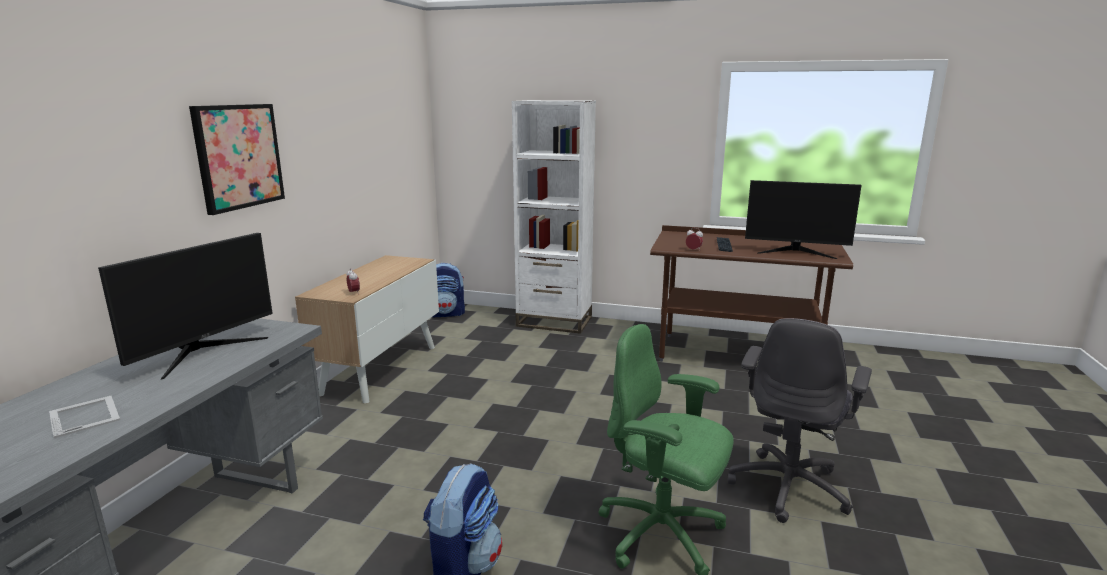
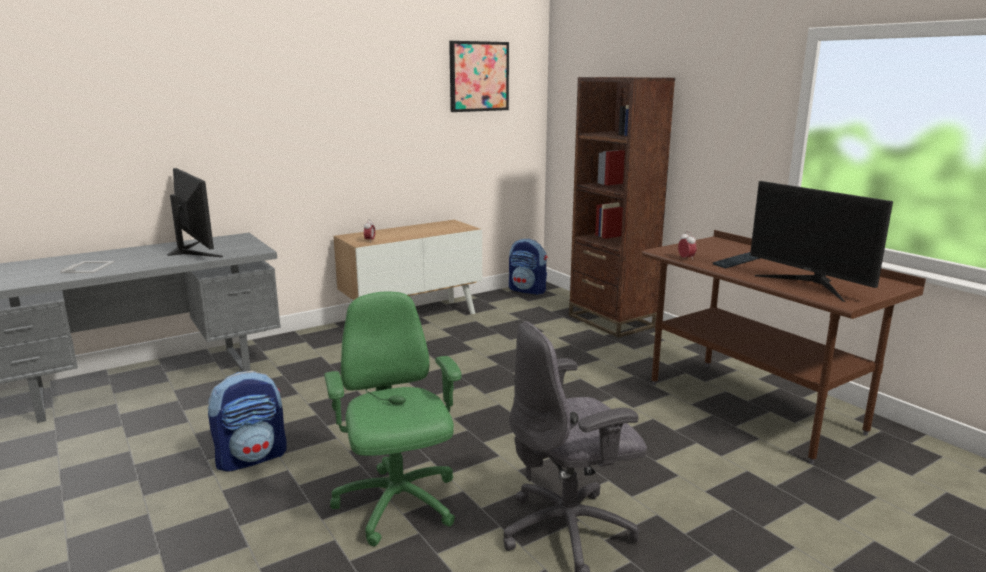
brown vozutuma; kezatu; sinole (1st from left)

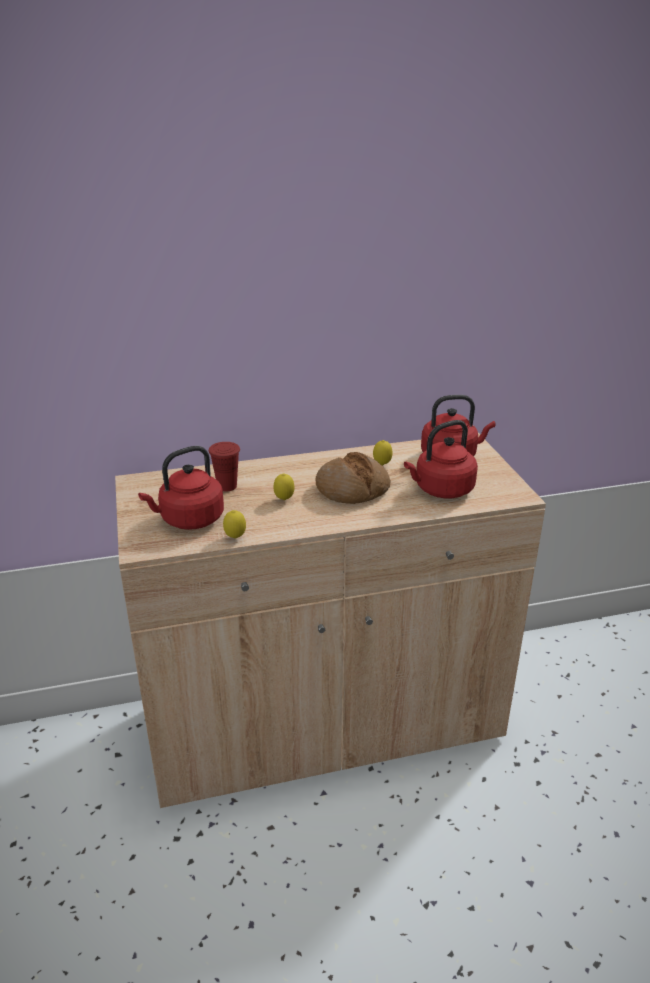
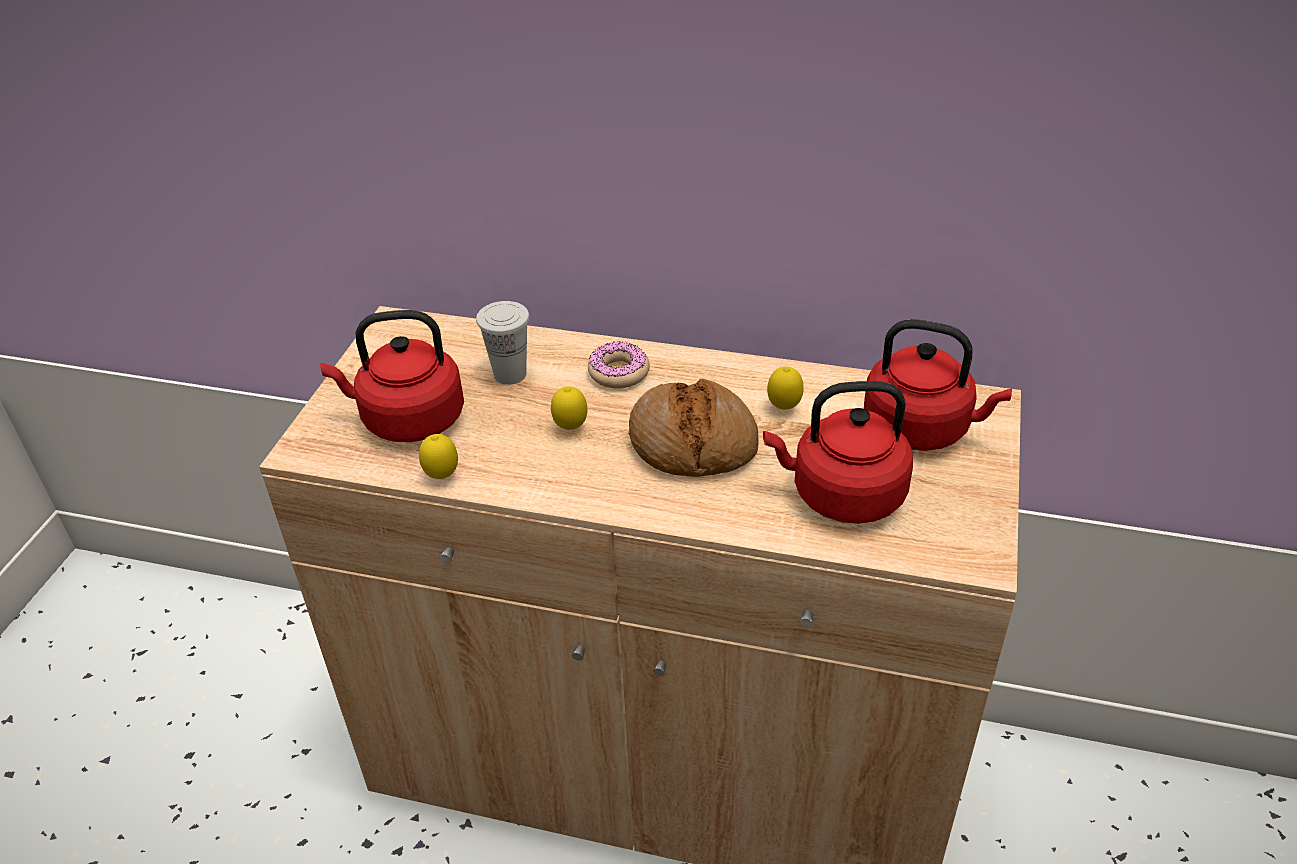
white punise; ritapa

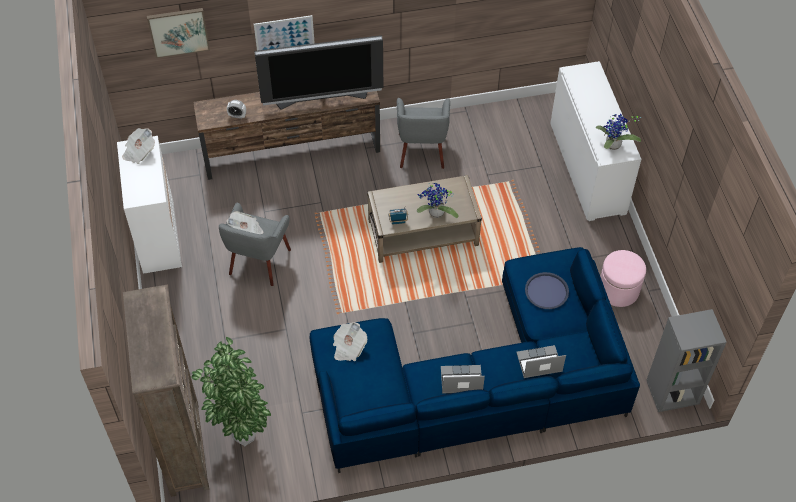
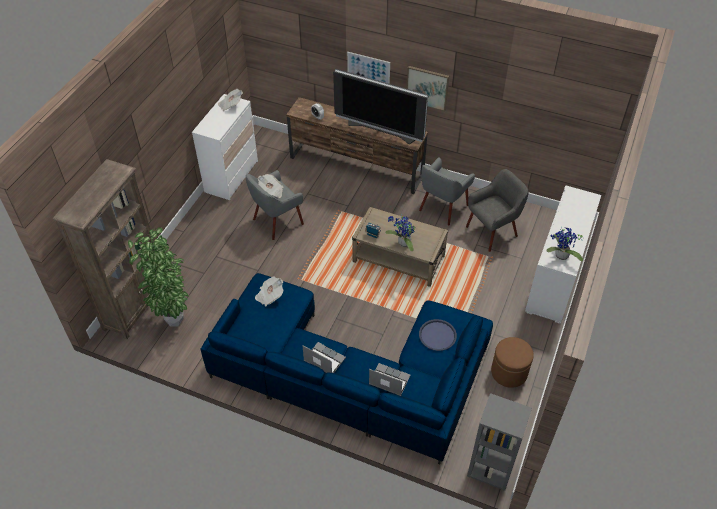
kezatu (2nd from left); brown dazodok; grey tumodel (3rd from left)

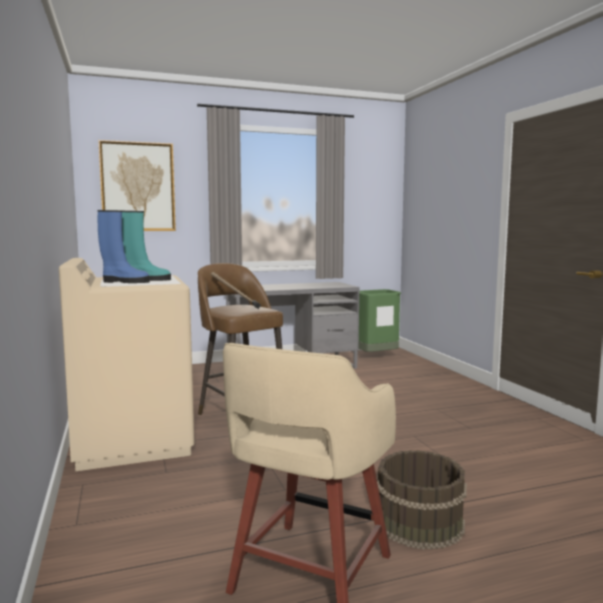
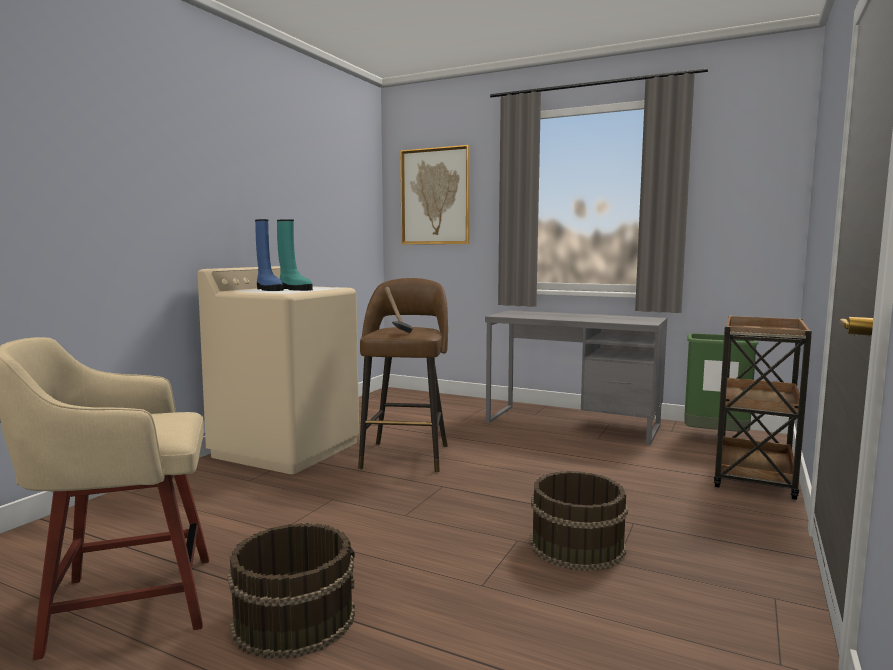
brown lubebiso; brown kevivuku (2nd from left)

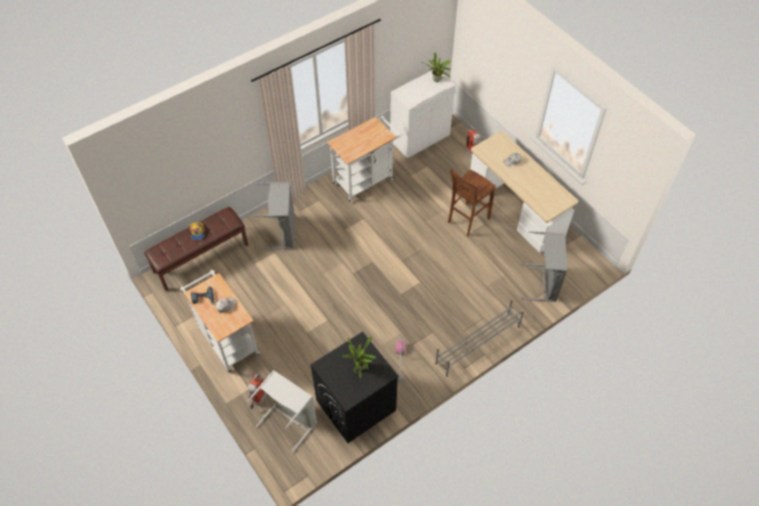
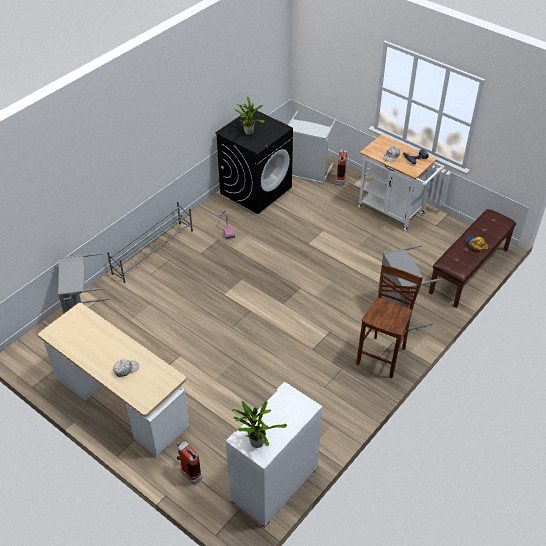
white lubebiso (2nd from left in the first image); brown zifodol

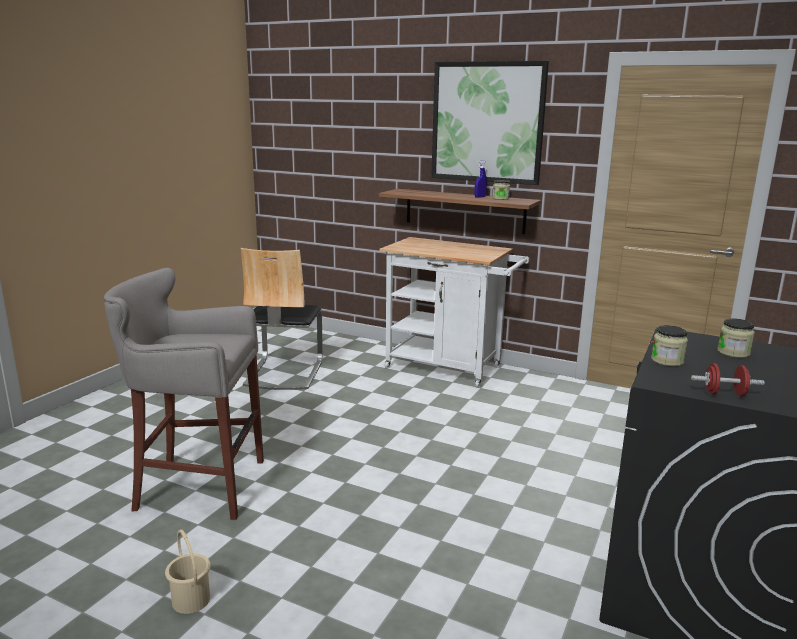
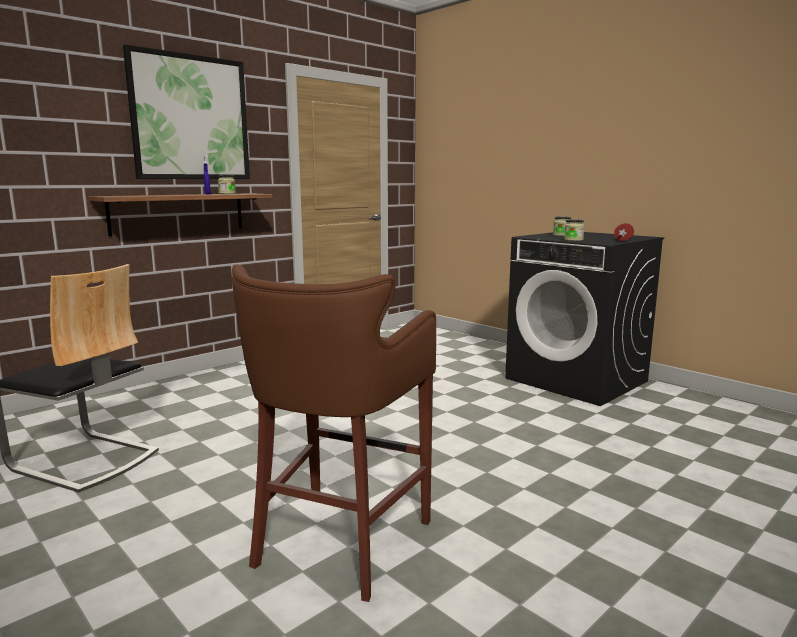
white lubebiso; brown zifodol; beige kevivuku

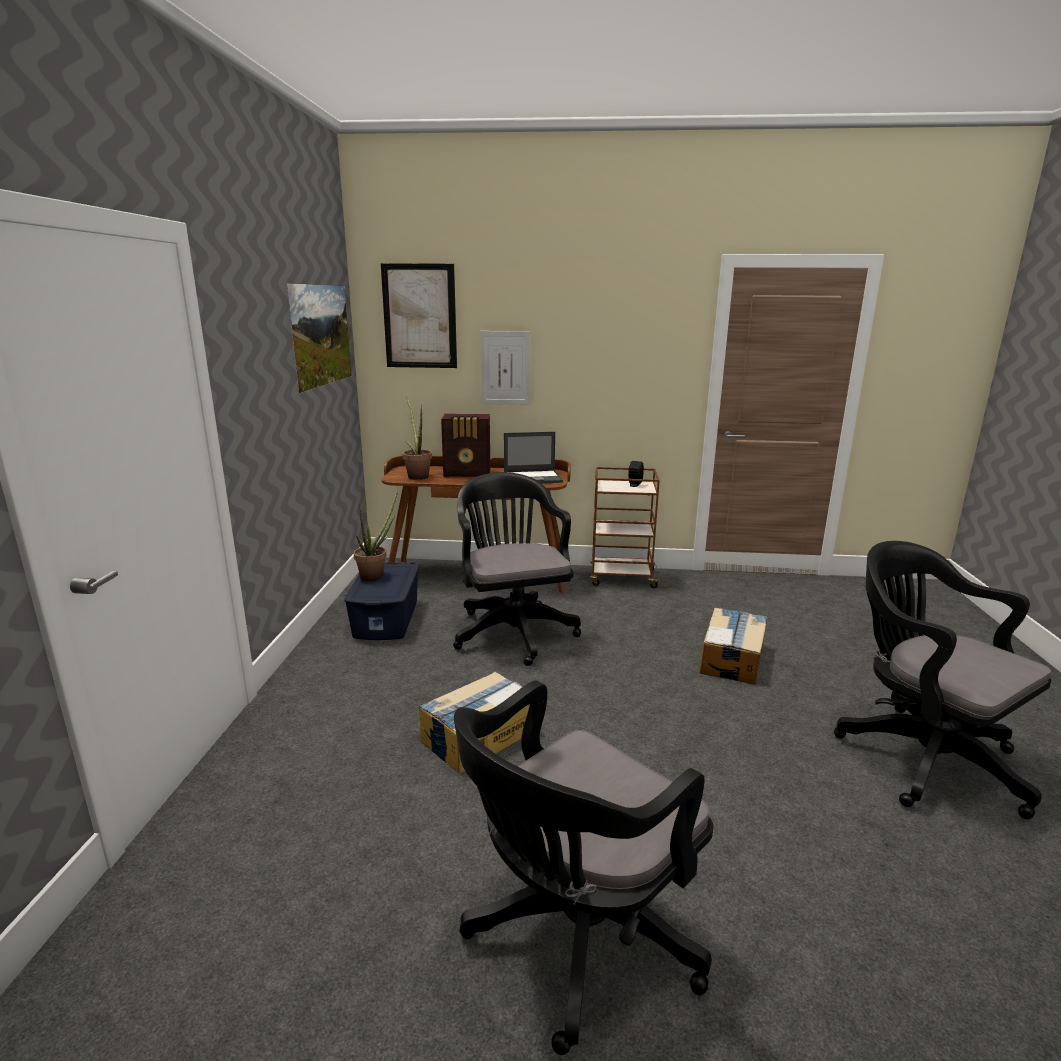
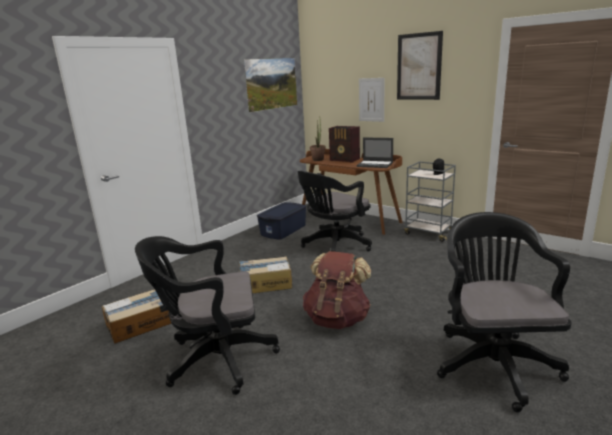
kezatu (3rd from left); grey lubebiso; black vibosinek (2nd from left); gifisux (1st from left in the first image); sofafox (1st from left); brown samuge

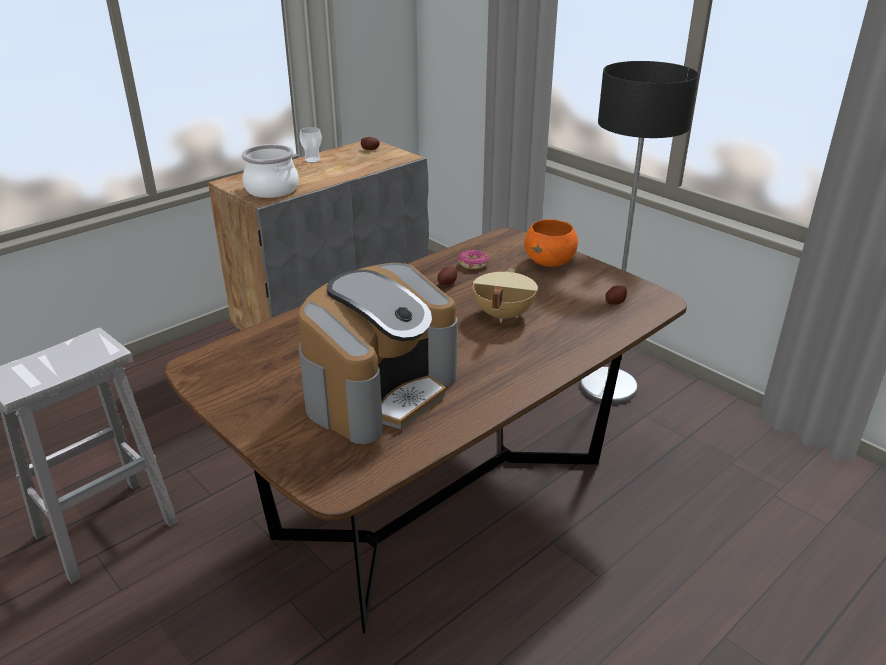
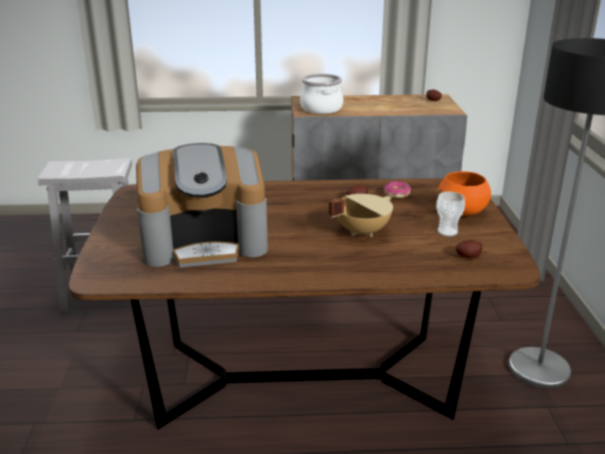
punise

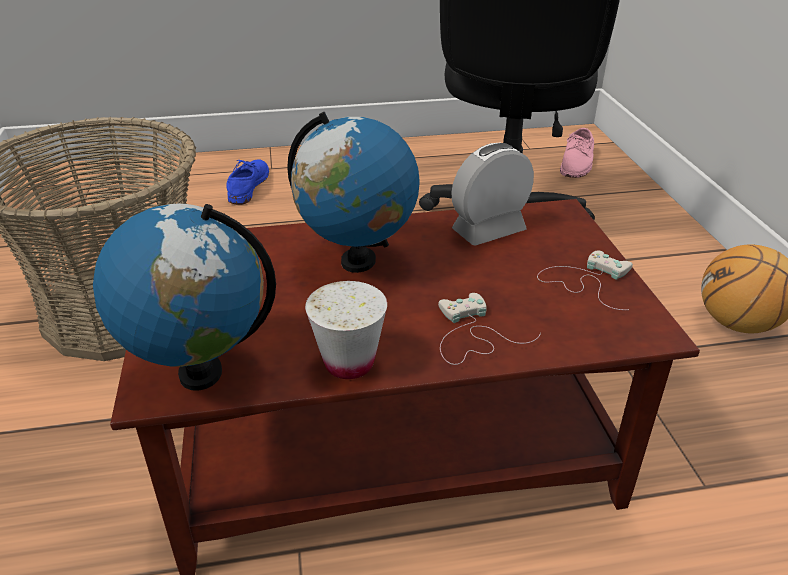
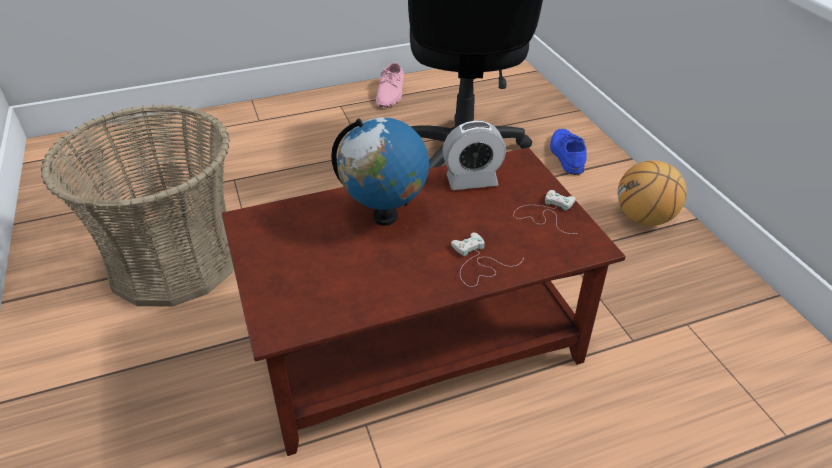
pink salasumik; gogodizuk; blue salasumik; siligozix (1st from left in the first image); white punise

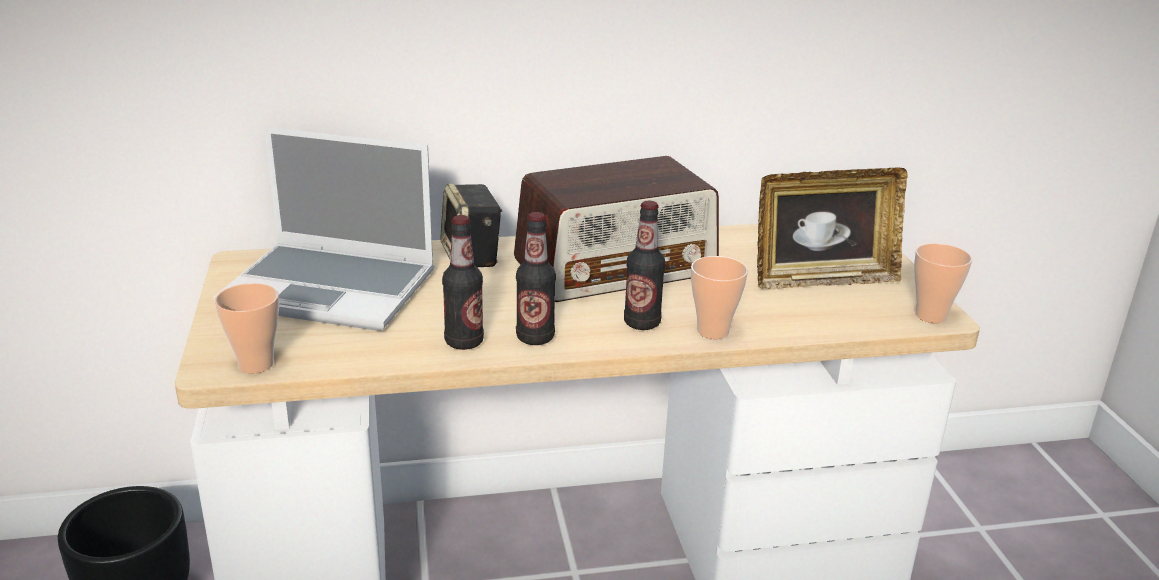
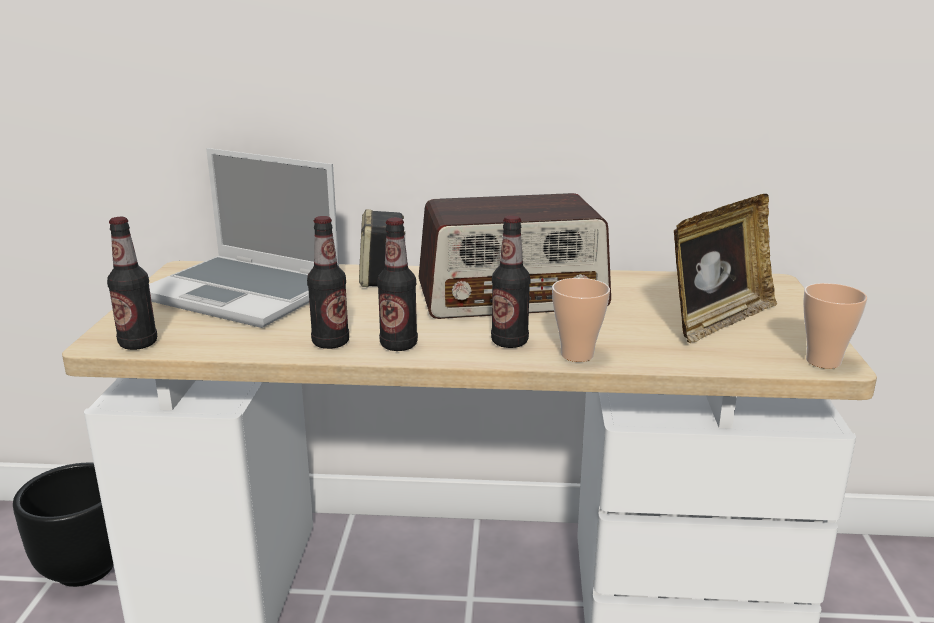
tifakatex; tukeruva (1st from left)

